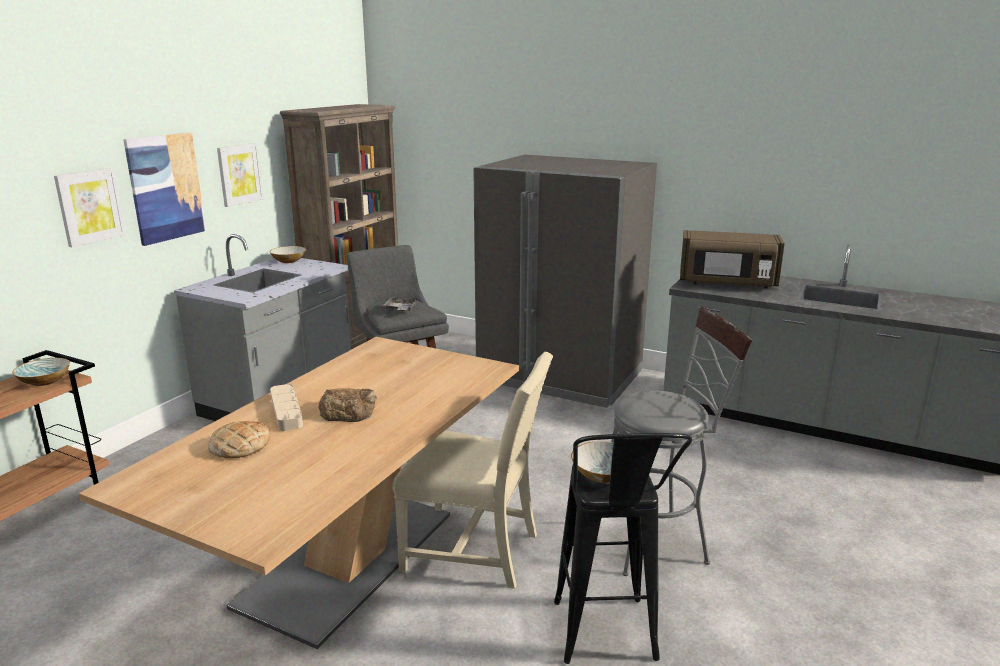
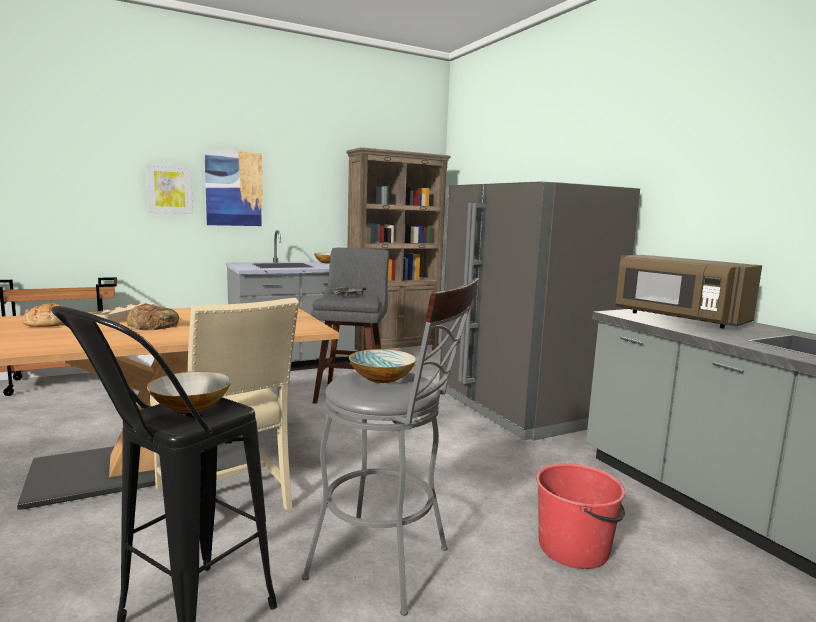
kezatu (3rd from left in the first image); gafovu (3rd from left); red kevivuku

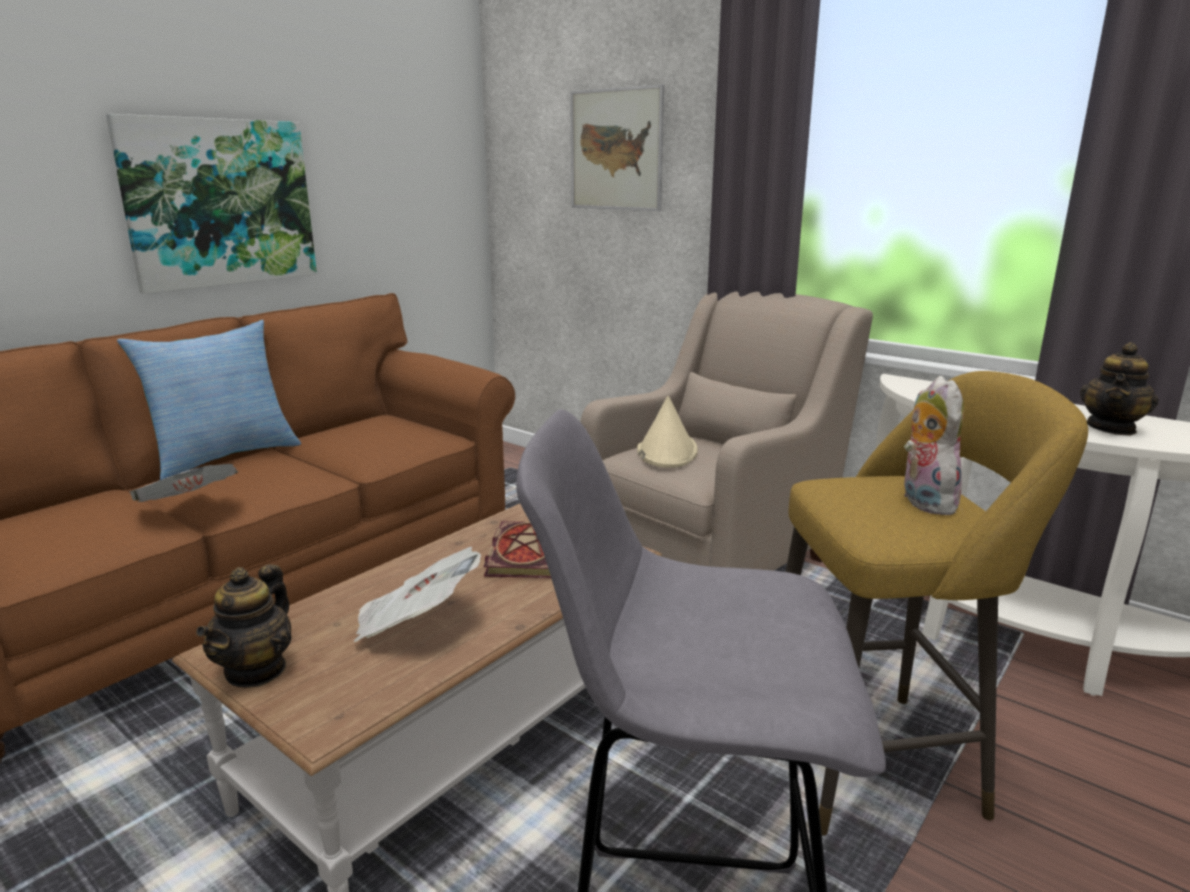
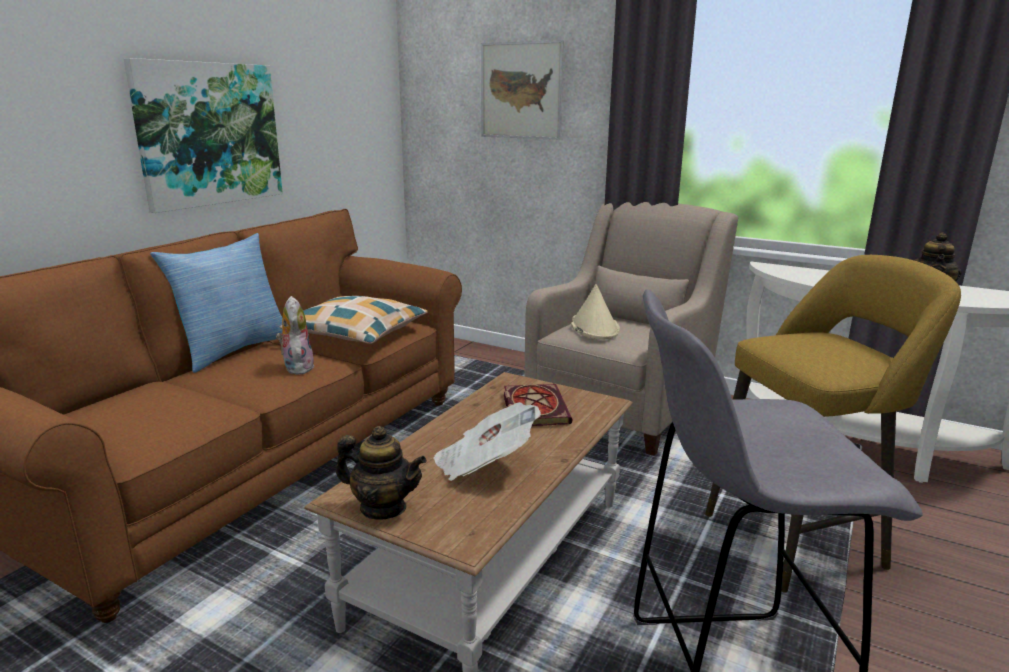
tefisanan; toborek (1st from left in the first image); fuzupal (1st from left); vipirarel (2nd from left)

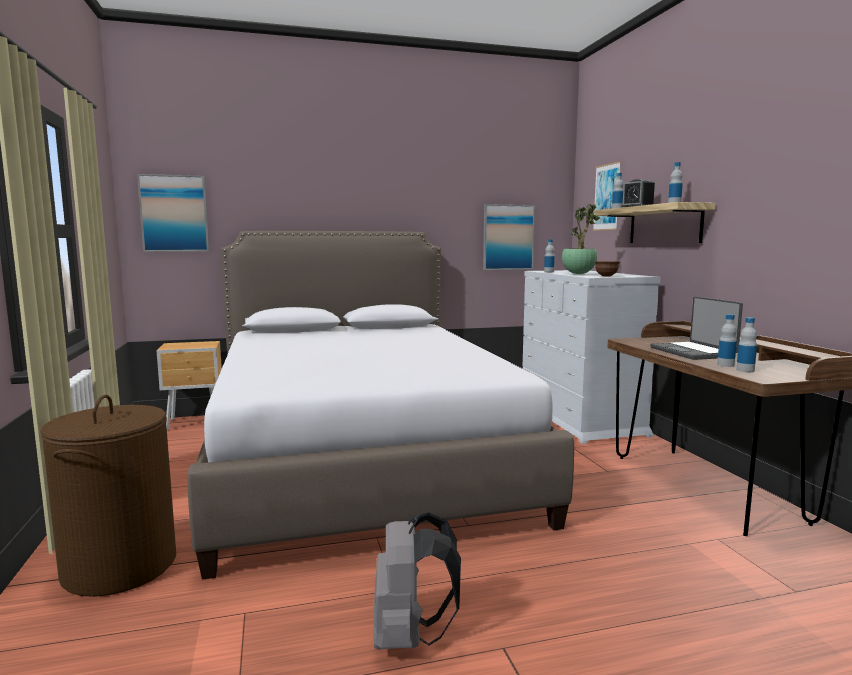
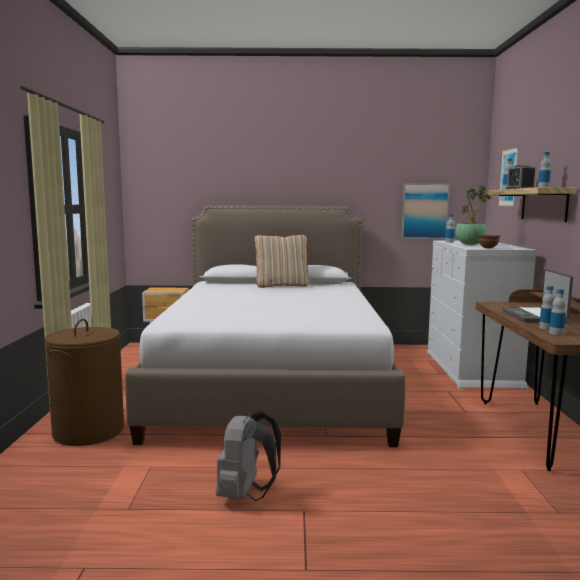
kezatu (1st from left in the first image); beige vipirarel

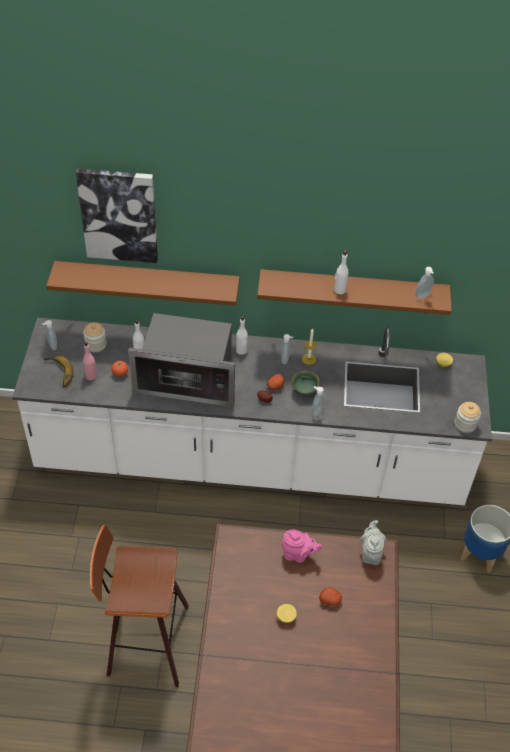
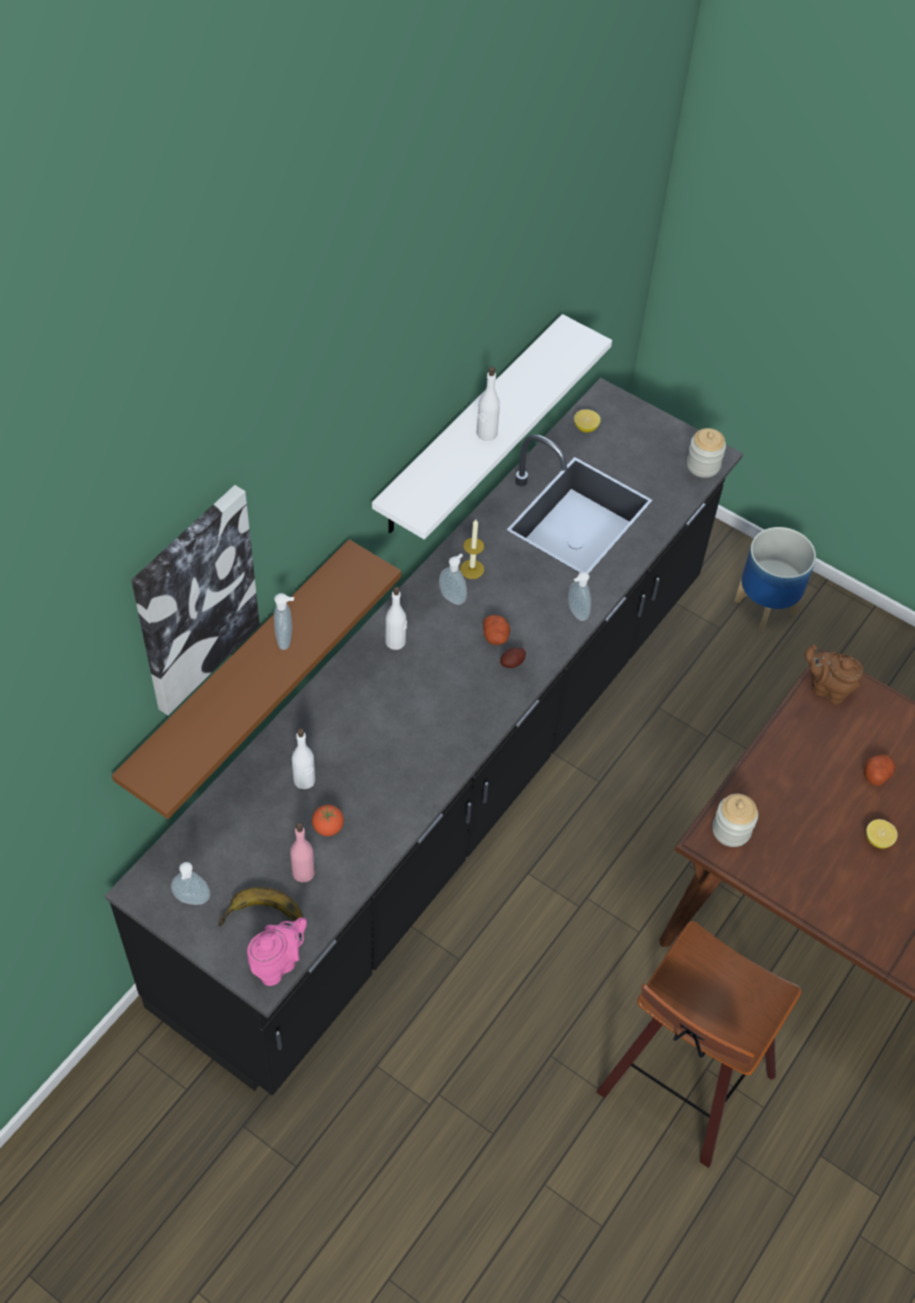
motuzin (2nd from left); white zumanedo; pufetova; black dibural; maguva (2nd from left); green gafovu; brown fuzupal; pink fuzupal

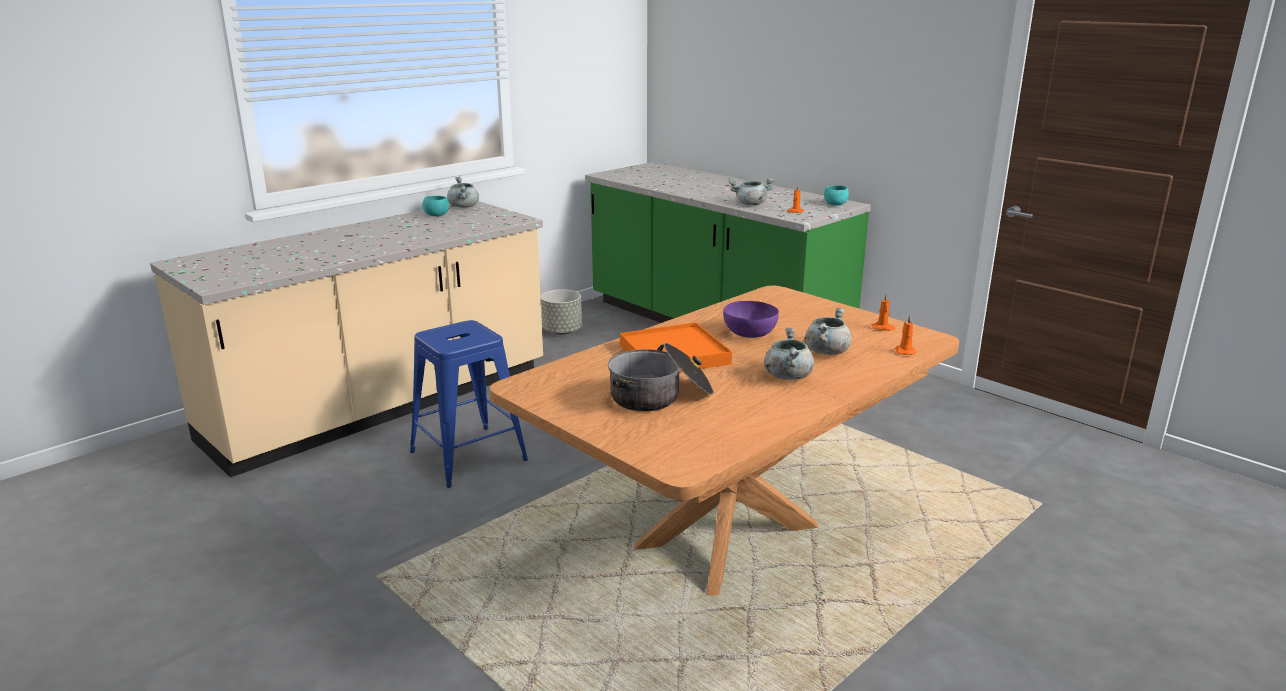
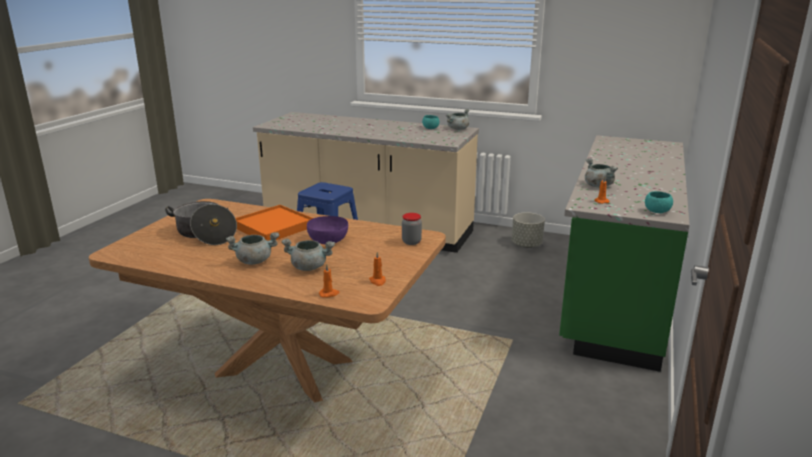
maguva

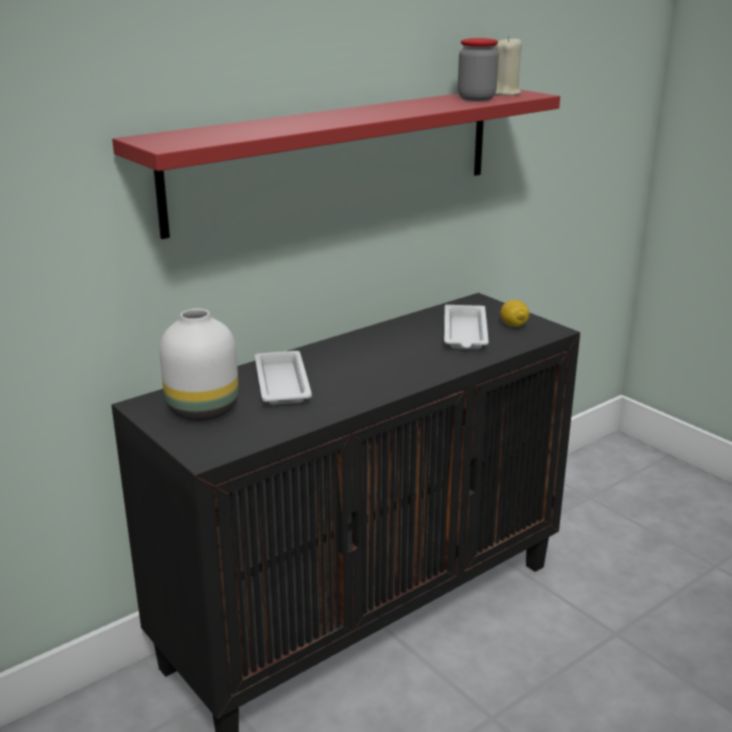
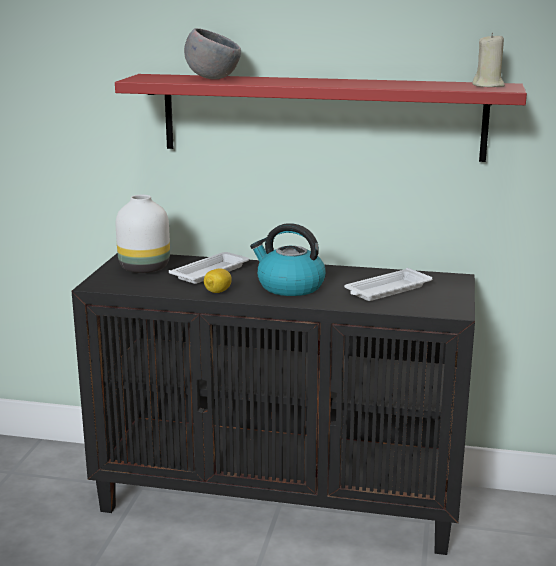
maguva; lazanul; grey gafovu; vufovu

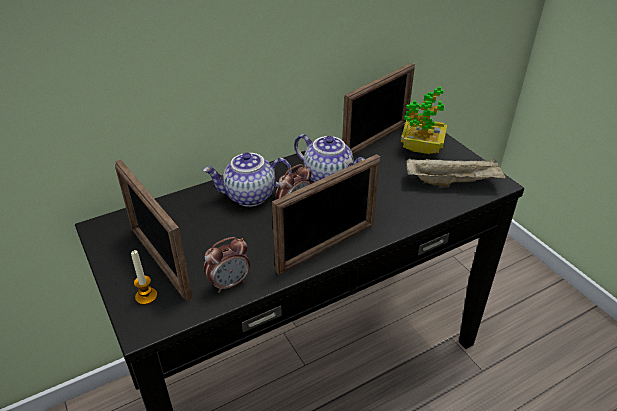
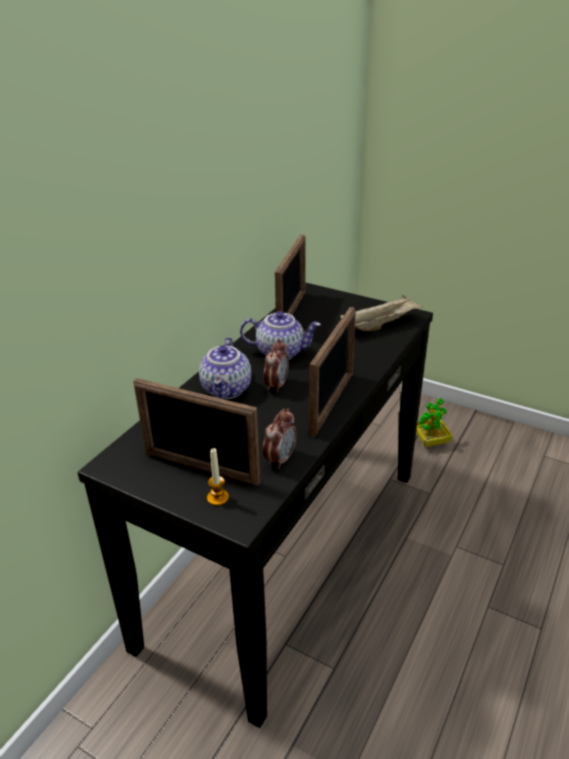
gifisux; fuzupal (1st from left)

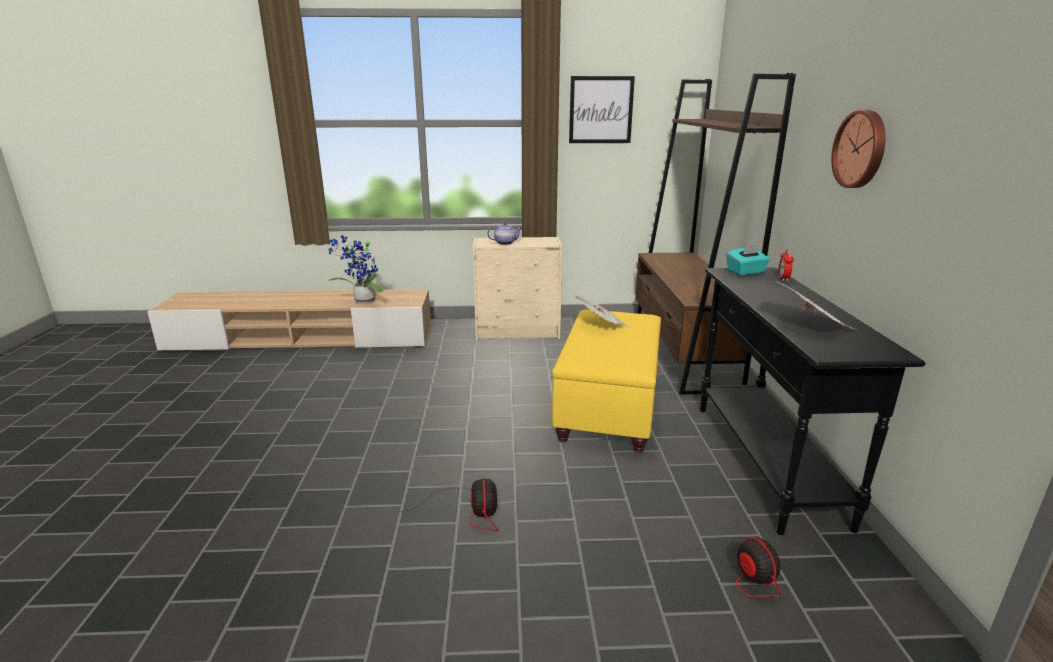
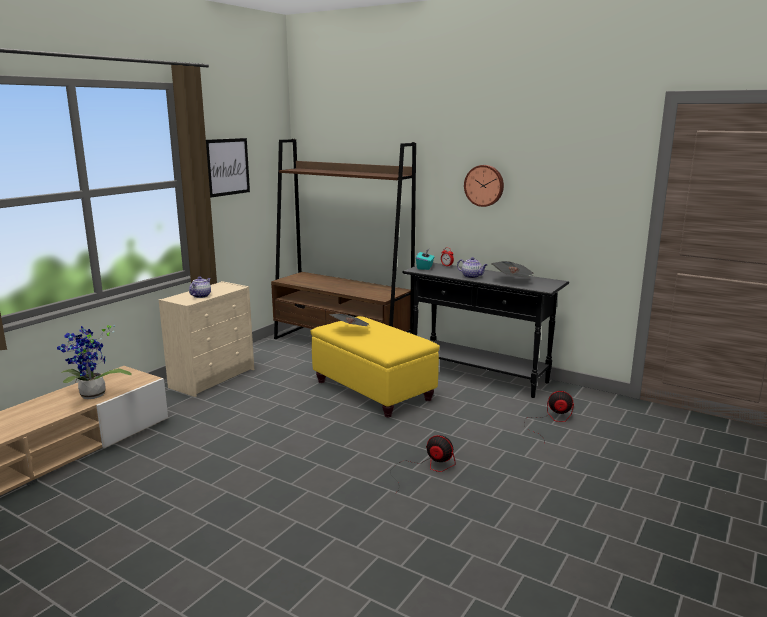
fuzupal (2nd from left)

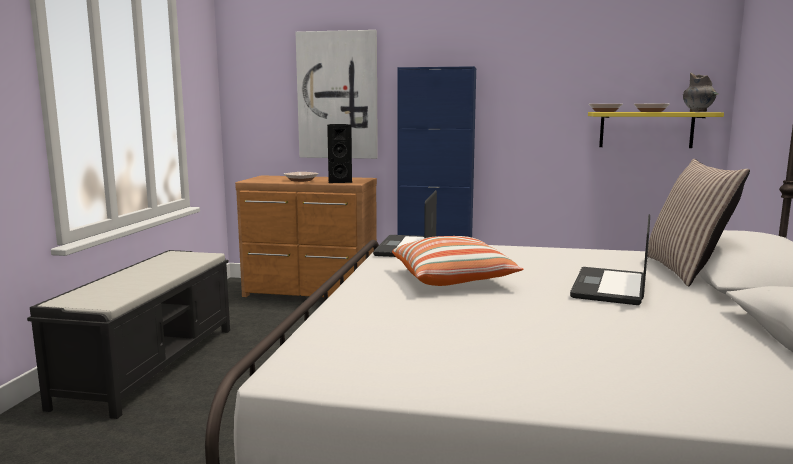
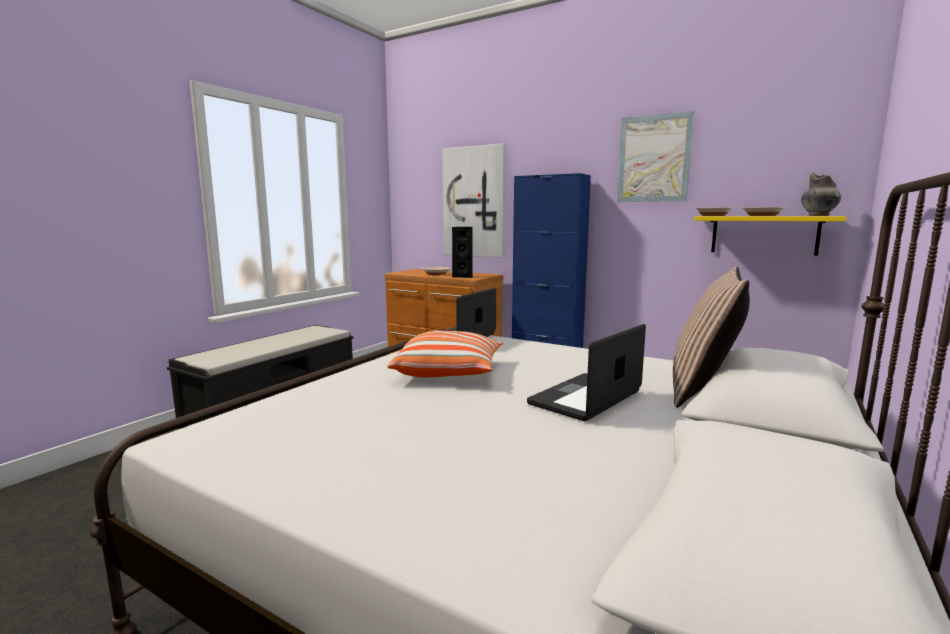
kezatu (2nd from left)

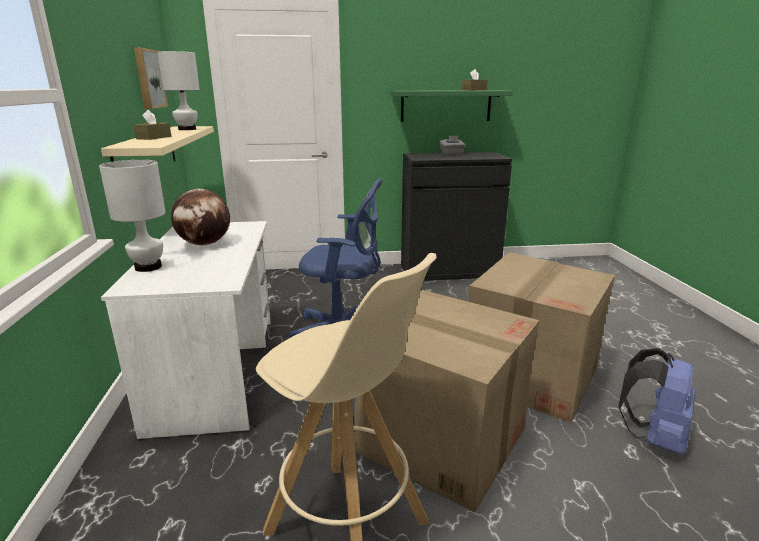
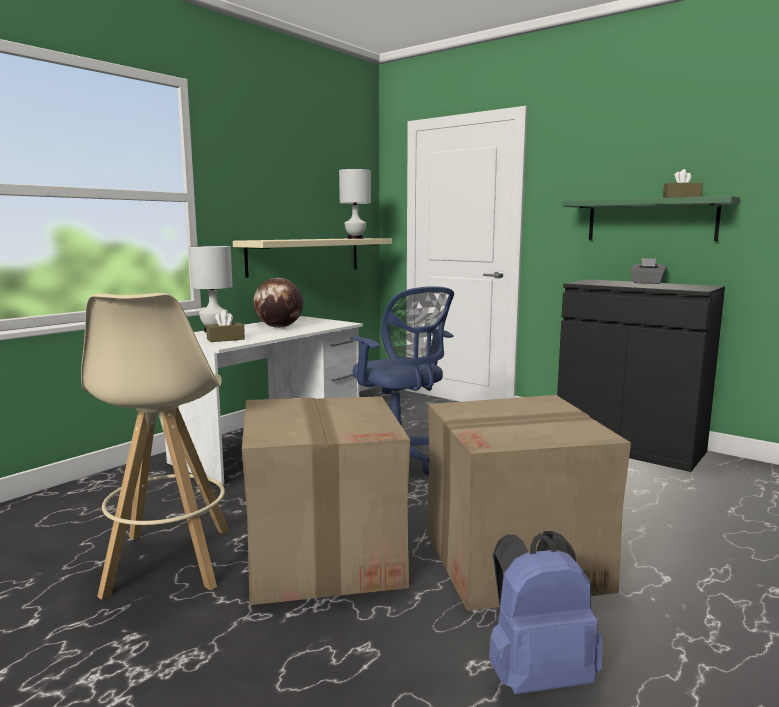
kezatu; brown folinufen (1st from left)

